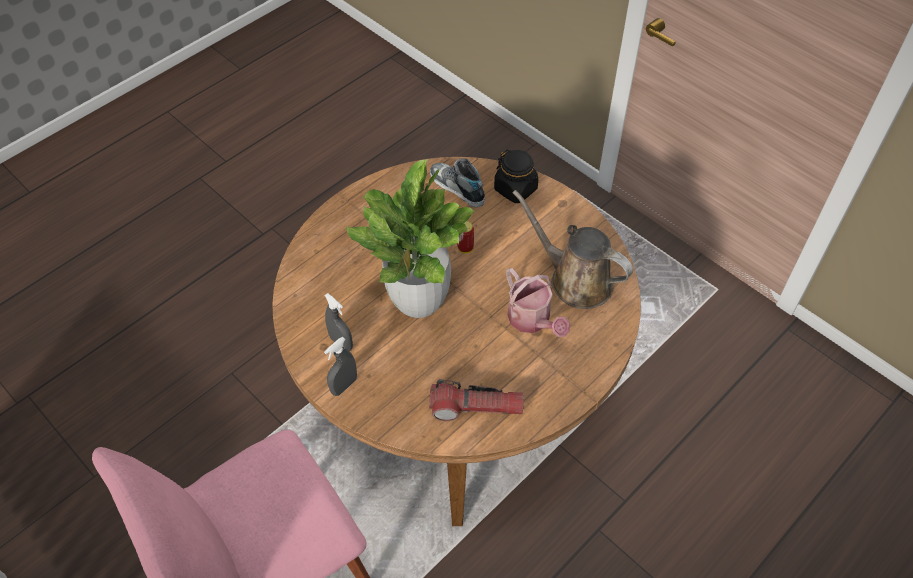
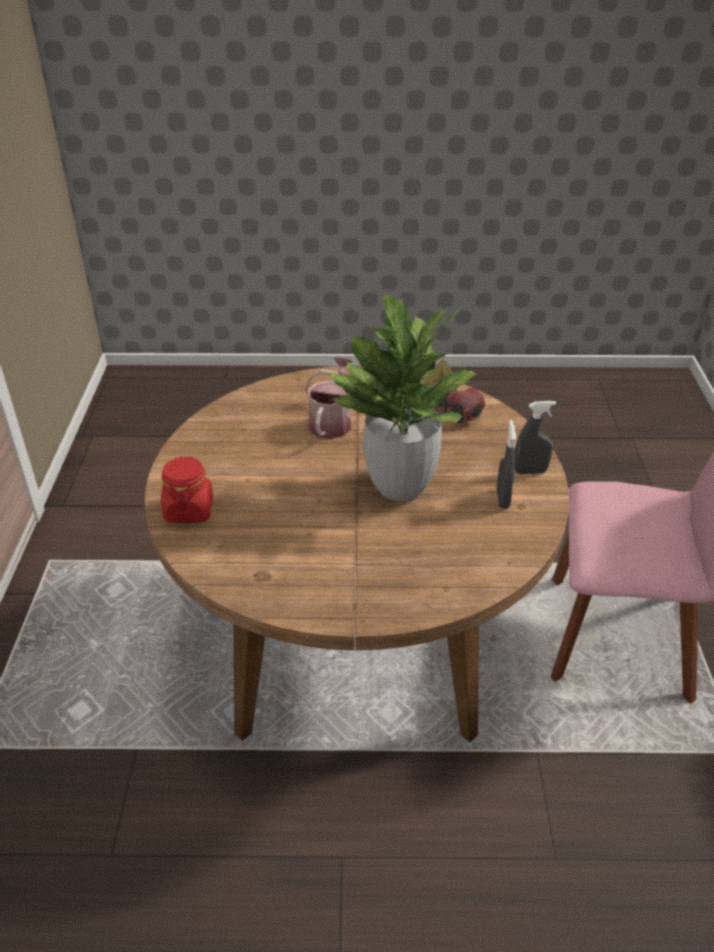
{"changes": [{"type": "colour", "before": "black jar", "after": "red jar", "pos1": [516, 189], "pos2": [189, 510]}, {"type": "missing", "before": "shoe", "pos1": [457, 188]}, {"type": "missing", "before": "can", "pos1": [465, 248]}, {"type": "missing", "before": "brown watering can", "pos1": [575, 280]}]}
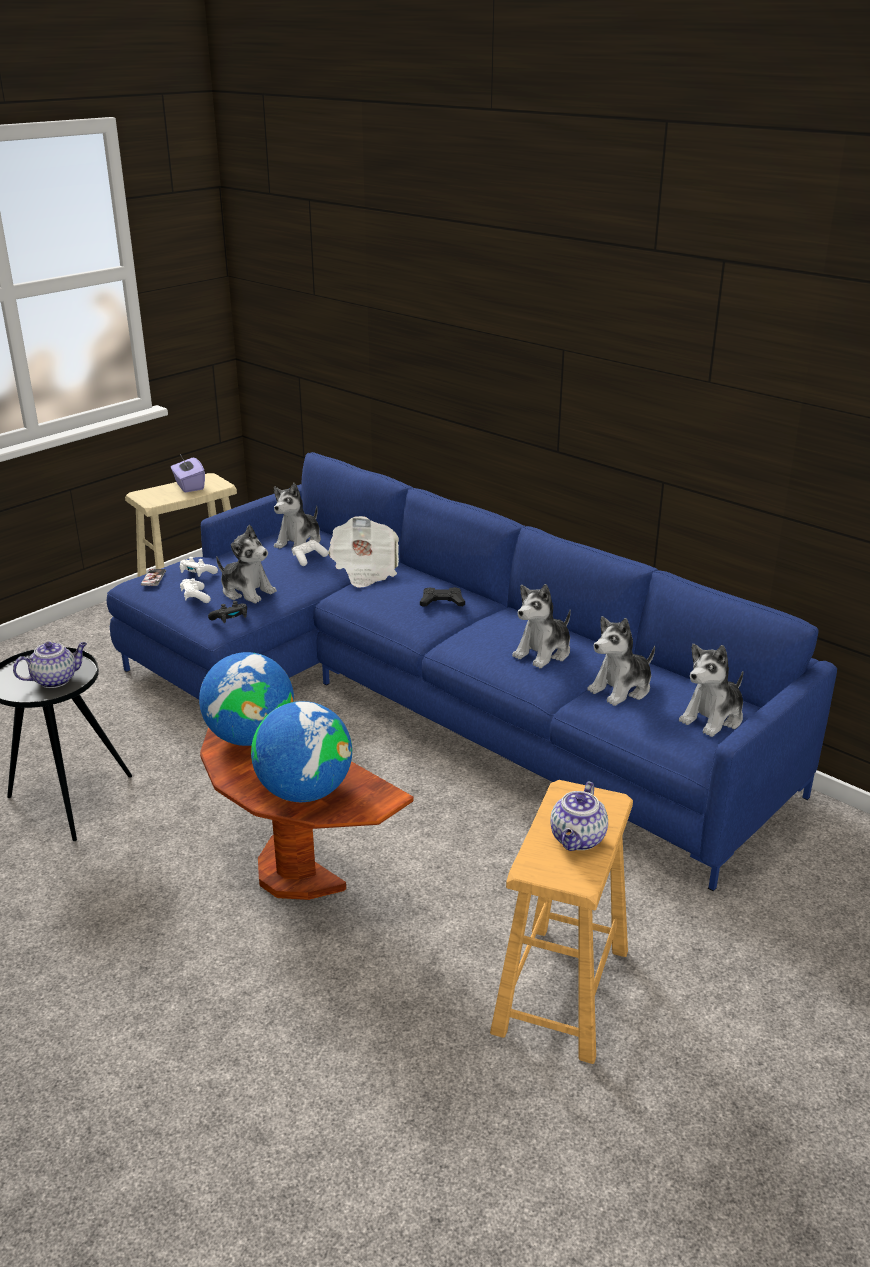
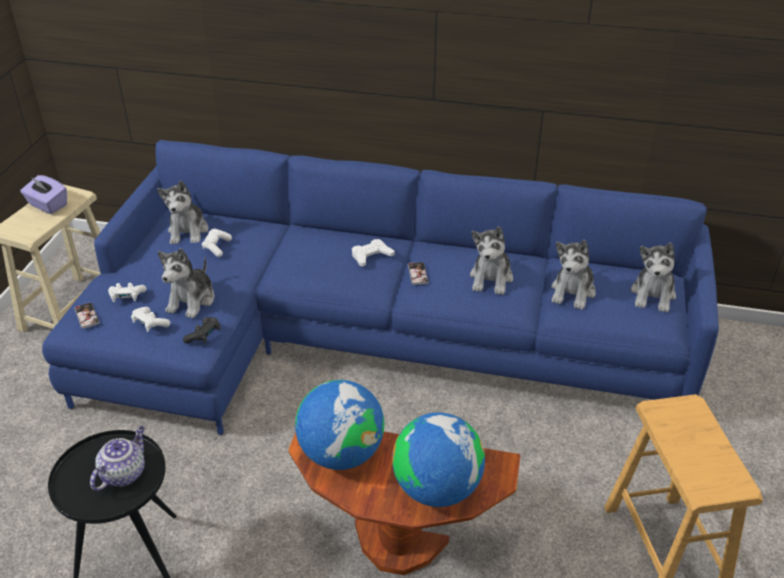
{"changes": [{"type": "spun", "before": "plush toy", "pos1": [247, 591], "pos2": [192, 300], "turn": 105}, {"type": "colour", "before": "black game controller", "after": "white game controller", "pos1": [442, 602], "pos2": [371, 256]}, {"type": "appeared", "after": "phone", "pos2": [417, 274]}, {"type": "missing", "before": "newspaper", "pos1": [365, 570]}, {"type": "missing", "before": "teapot", "pos1": [578, 839]}]}
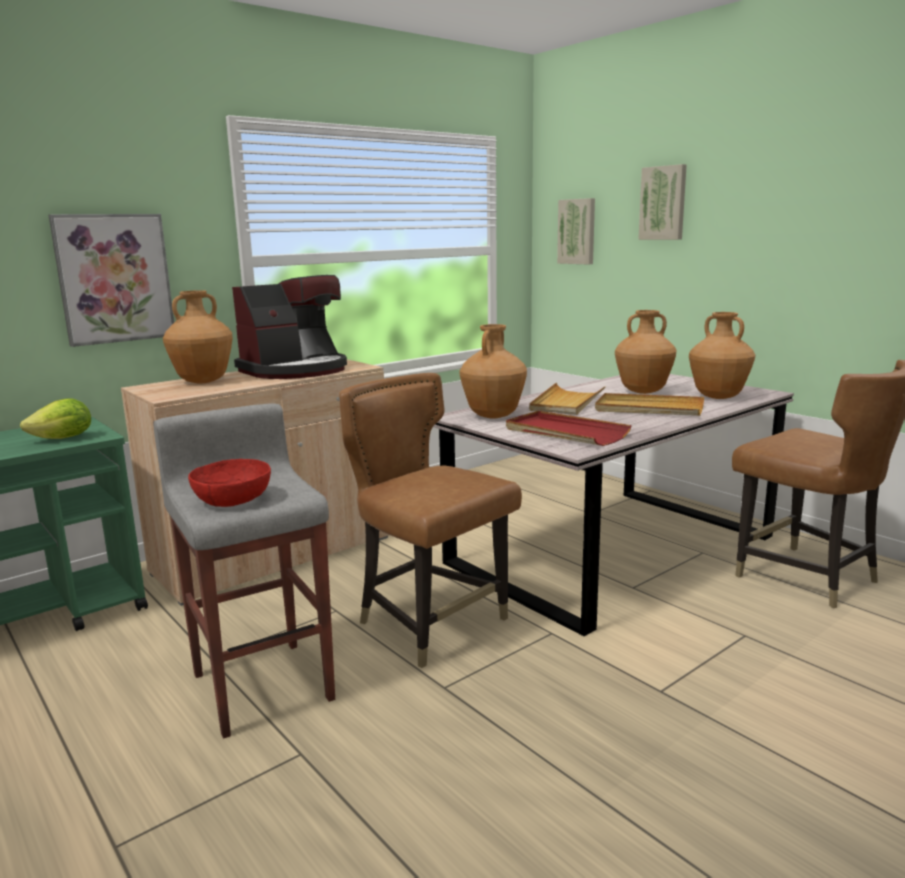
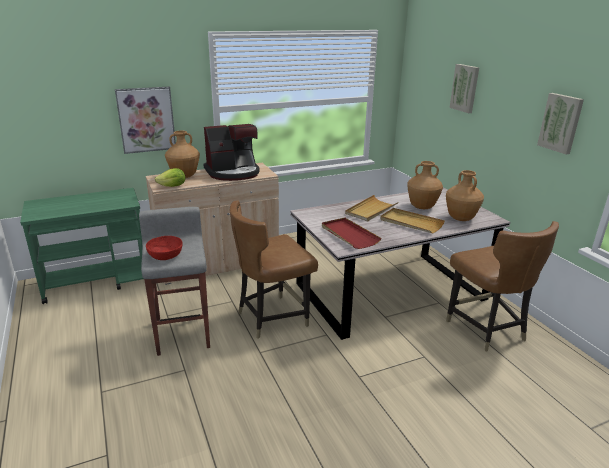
{"changes": [{"type": "relocated", "before": "lettuce", "pos1": [64, 438], "pos2": [173, 186]}, {"type": "spun", "before": "brown chair", "pos1": [431, 624], "pos2": [272, 317], "turn": -90}, {"type": "relocated", "before": "picture", "pos1": [577, 231], "pos2": [561, 123]}, {"type": "missing", "before": "brown vase", "pos1": [493, 416]}]}
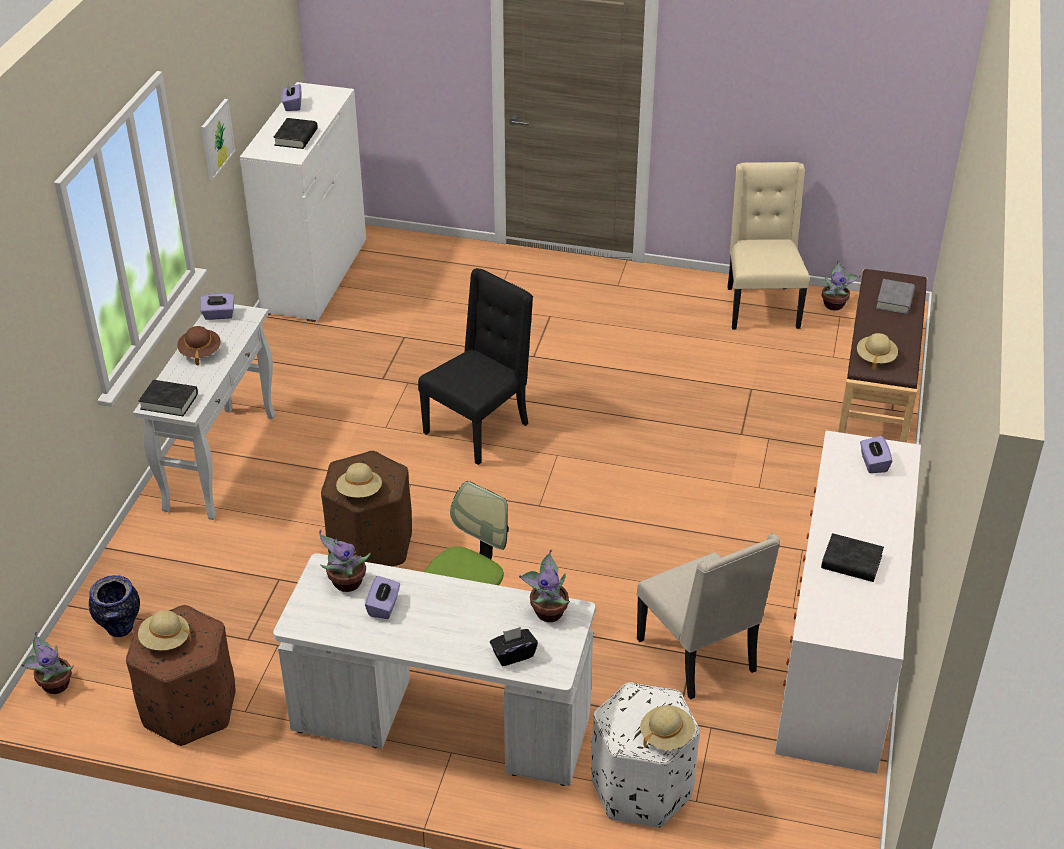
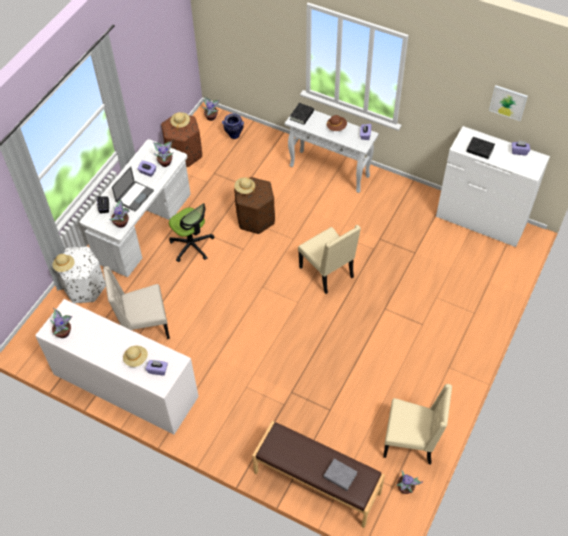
{"changes": [{"type": "appeared", "after": "potted plant", "pos2": [64, 332]}, {"type": "appeared", "after": "laptop", "pos2": [134, 196]}, {"type": "relocated", "before": "beige hat", "pos1": [875, 358], "pos2": [136, 359]}, {"type": "colour", "before": "black chair", "after": "beige chair", "pos1": [479, 428], "pos2": [328, 272]}, {"type": "relocated", "before": "picture", "pos1": [217, 138], "pos2": [508, 102]}, {"type": "missing", "before": "black book", "pos1": [851, 562]}]}
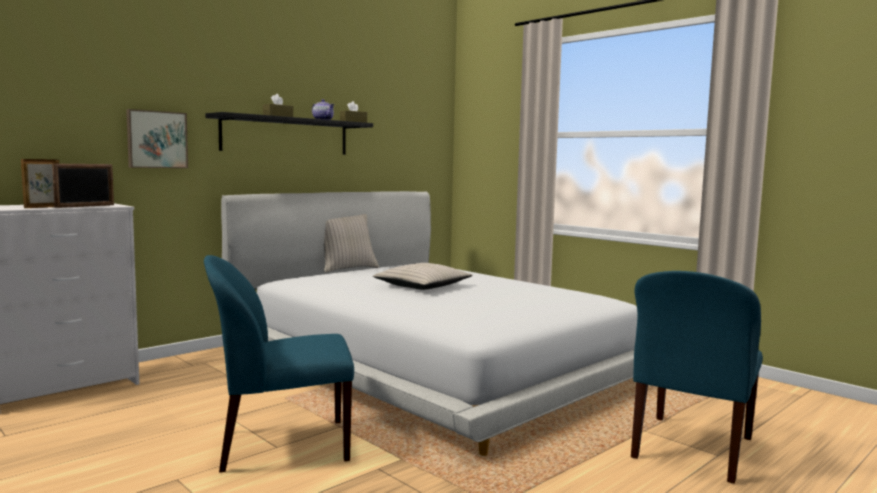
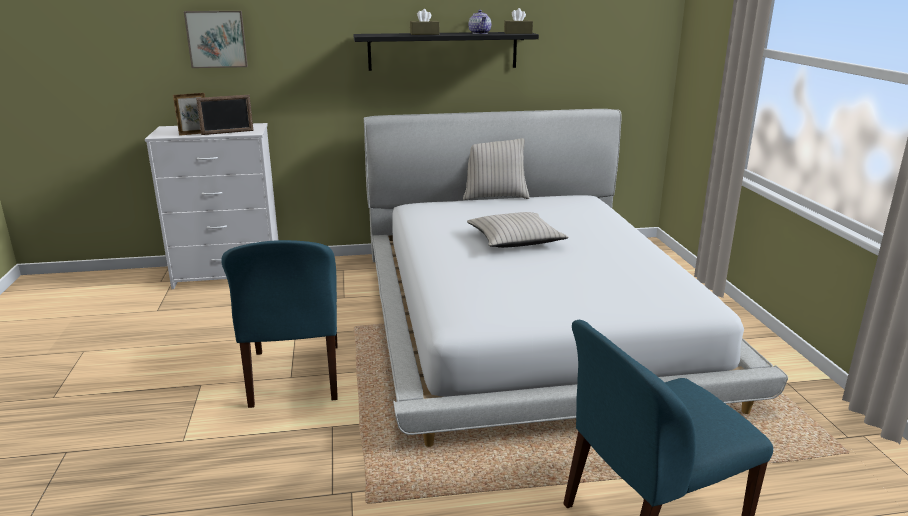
{"changes": [{"type": "relocated", "before": "picture", "pos1": [156, 139], "pos2": [217, 39]}, {"type": "spun", "before": "blue chair", "pos1": [281, 446], "pos2": [295, 377], "turn": -120}]}
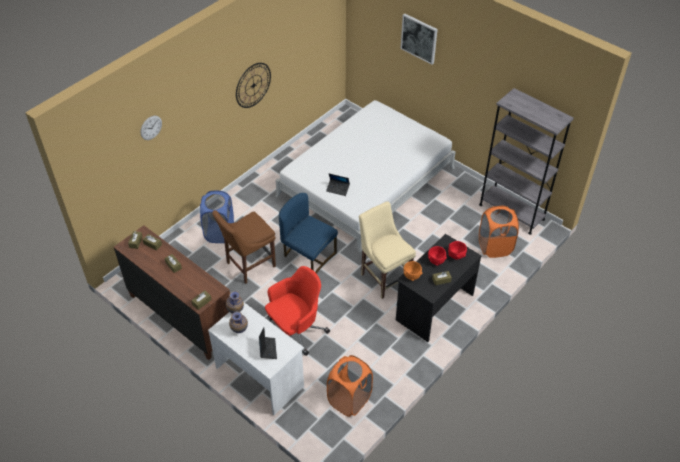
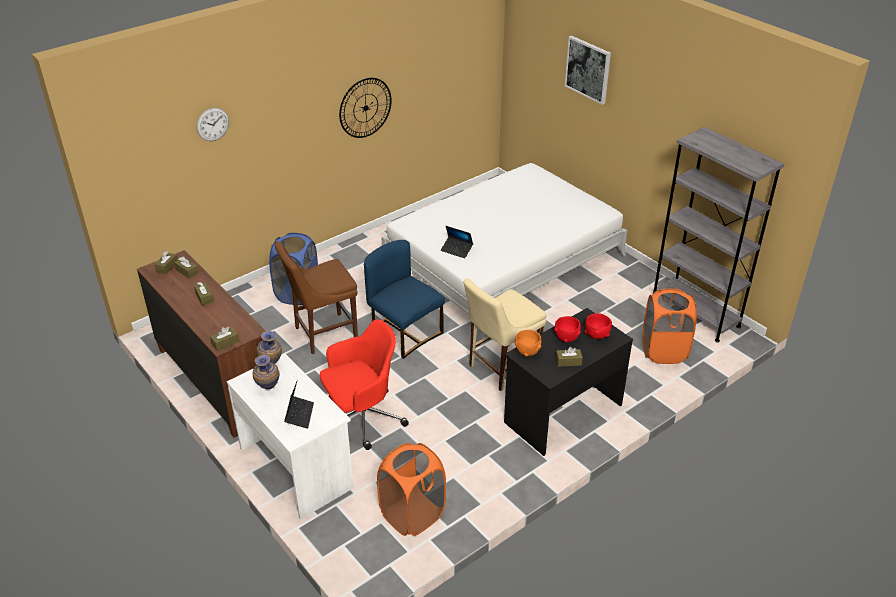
{"changes": [{"type": "spun", "before": "beige chair", "pos1": [384, 277], "pos2": [500, 368], "turn": -105}]}
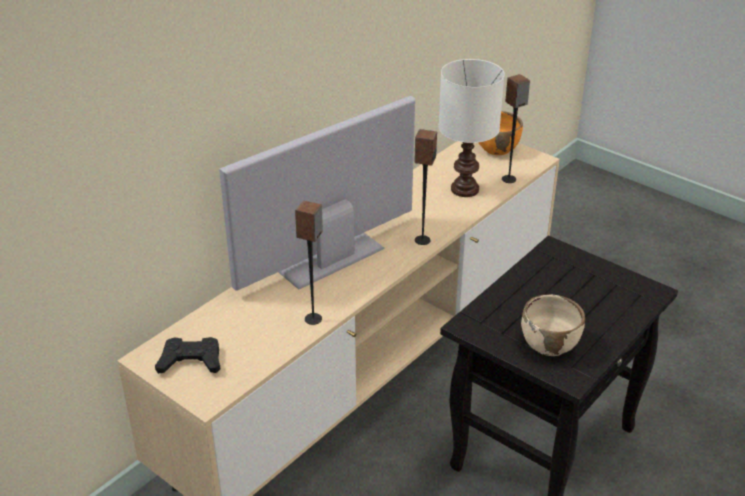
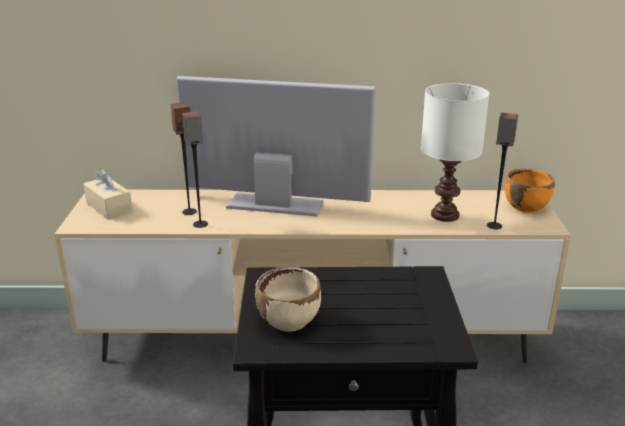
{"changes": [{"type": "exchanged", "before": "black game controller", "after": "beige tissue box", "pos1": [191, 361], "pos2": [109, 207]}, {"type": "relocated", "before": "speaker", "pos1": [422, 240], "pos2": [189, 211]}]}
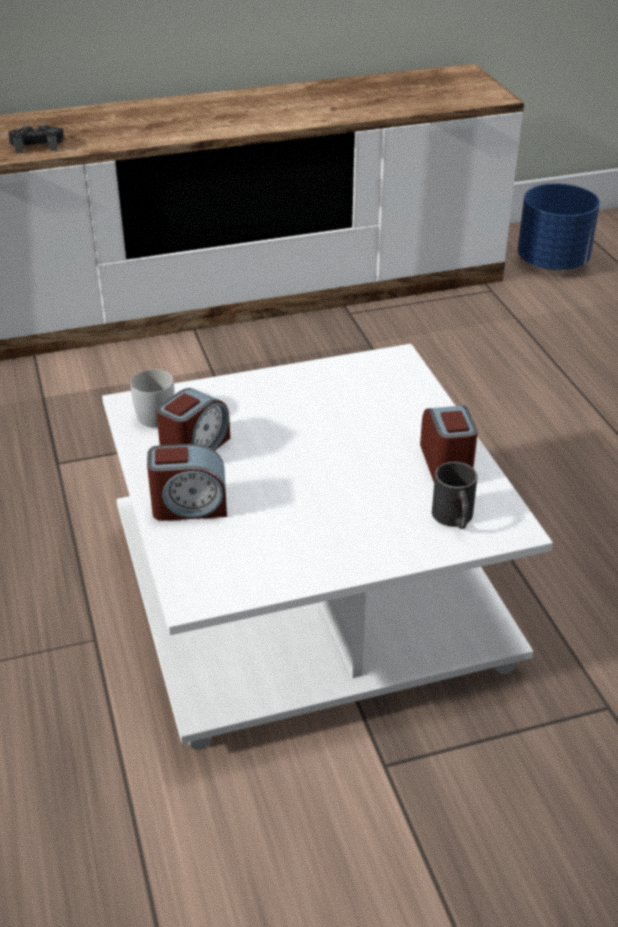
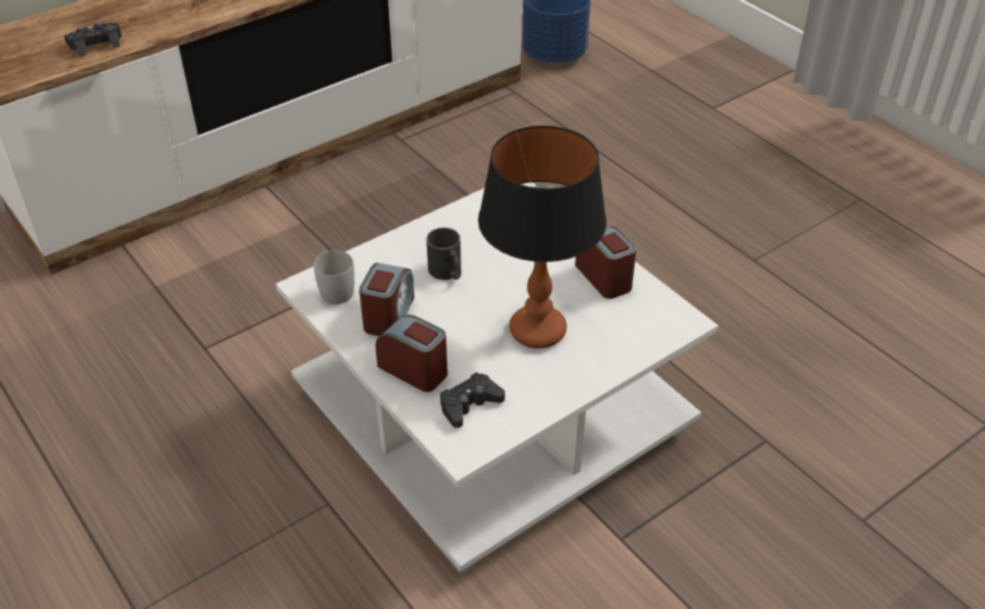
{"changes": [{"type": "spun", "before": "alarm clock", "pos1": [189, 506], "pos2": [414, 369], "turn": -120}, {"type": "relocated", "before": "black mug", "pos1": [454, 519], "pos2": [448, 273]}, {"type": "appeared", "after": "black game controller", "pos2": [469, 405]}, {"type": "appeared", "after": "table lamp", "pos2": [537, 331]}]}
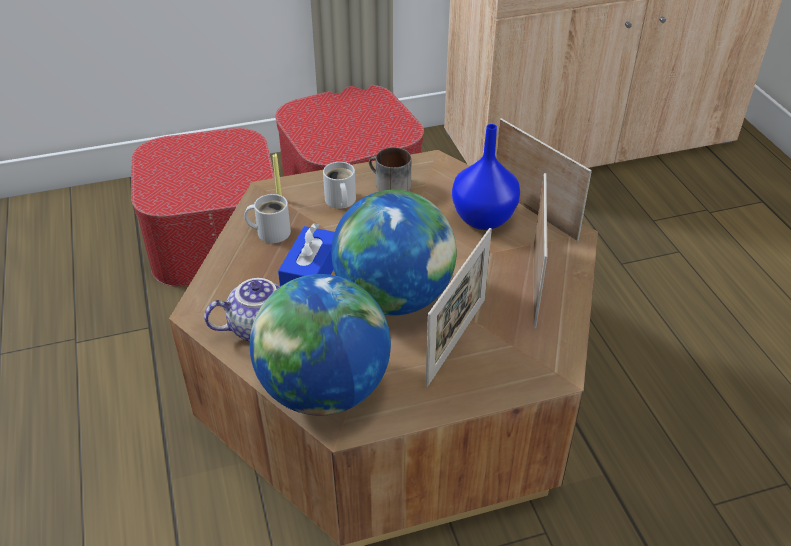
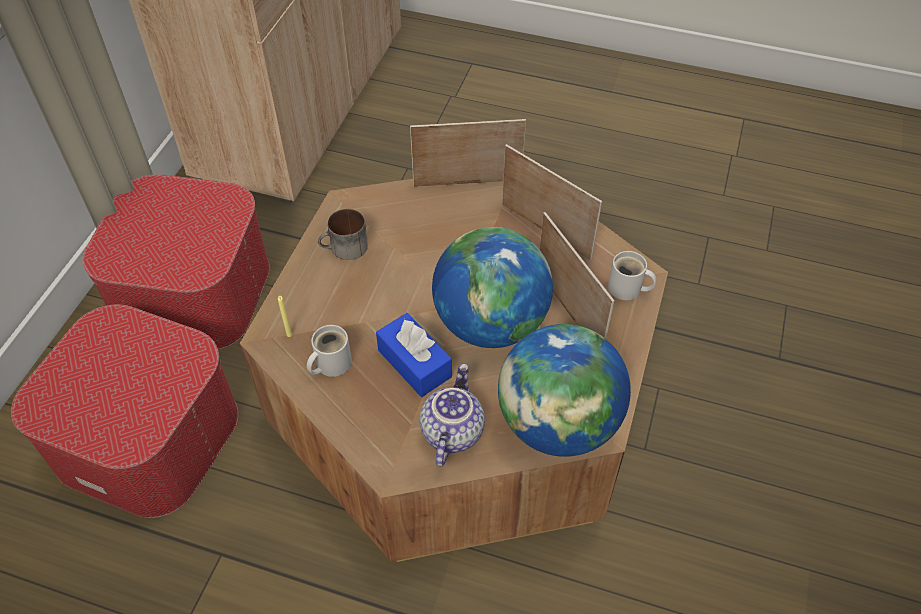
{"changes": [{"type": "relocated", "before": "white mug", "pos1": [339, 201], "pos2": [627, 289]}, {"type": "missing", "before": "blue vase", "pos1": [482, 218]}]}
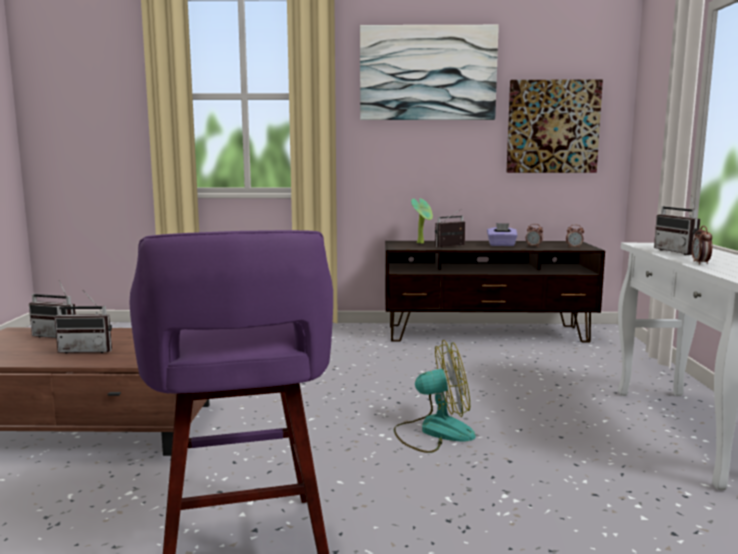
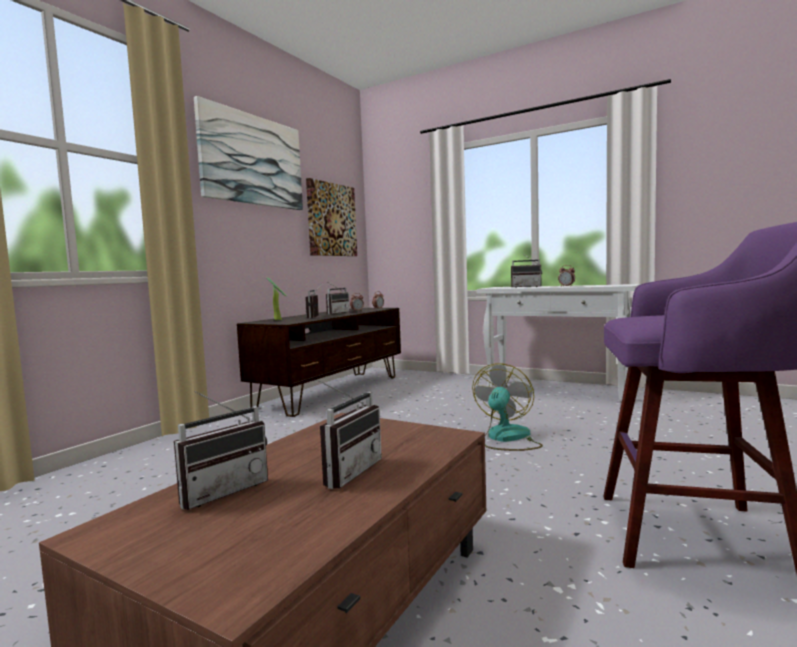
{"changes": [{"type": "exchanged", "before": "purple tissue box", "after": "radio", "pos1": [501, 245], "pos2": [336, 313]}]}
